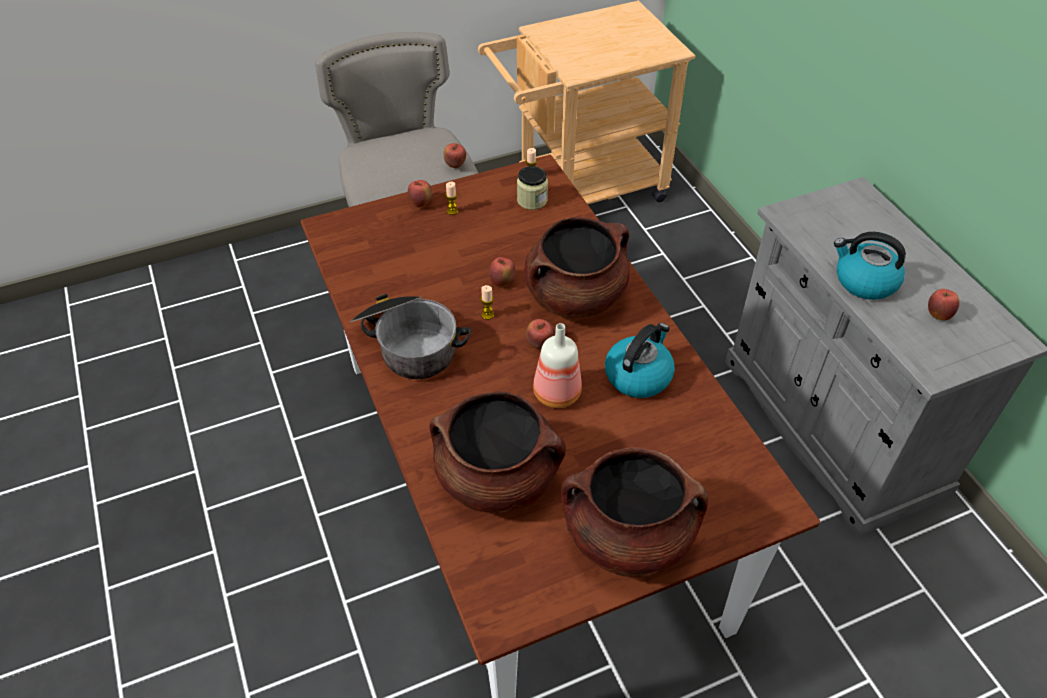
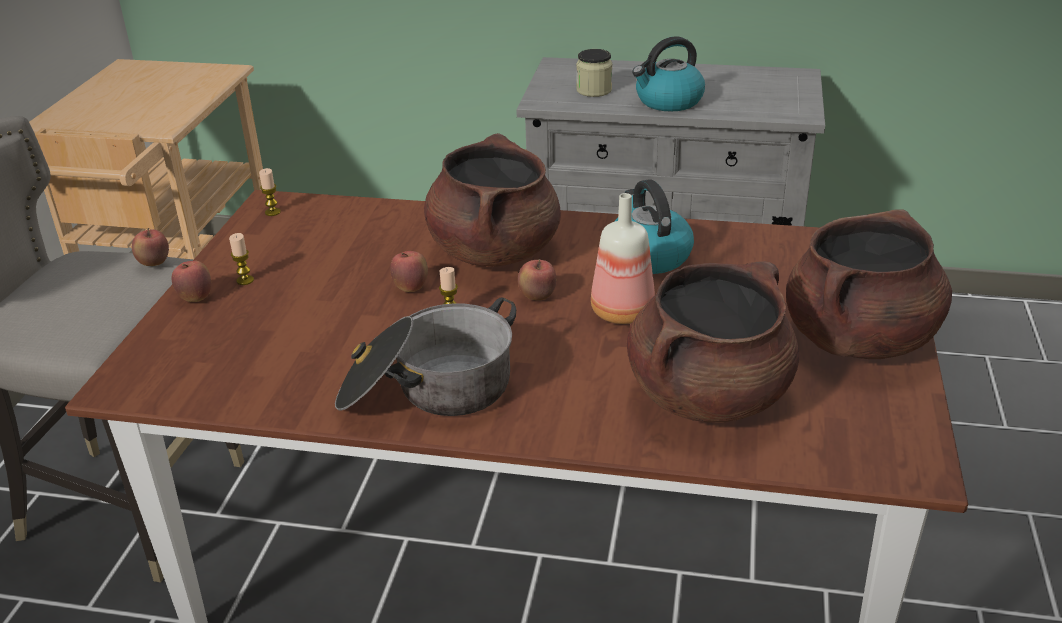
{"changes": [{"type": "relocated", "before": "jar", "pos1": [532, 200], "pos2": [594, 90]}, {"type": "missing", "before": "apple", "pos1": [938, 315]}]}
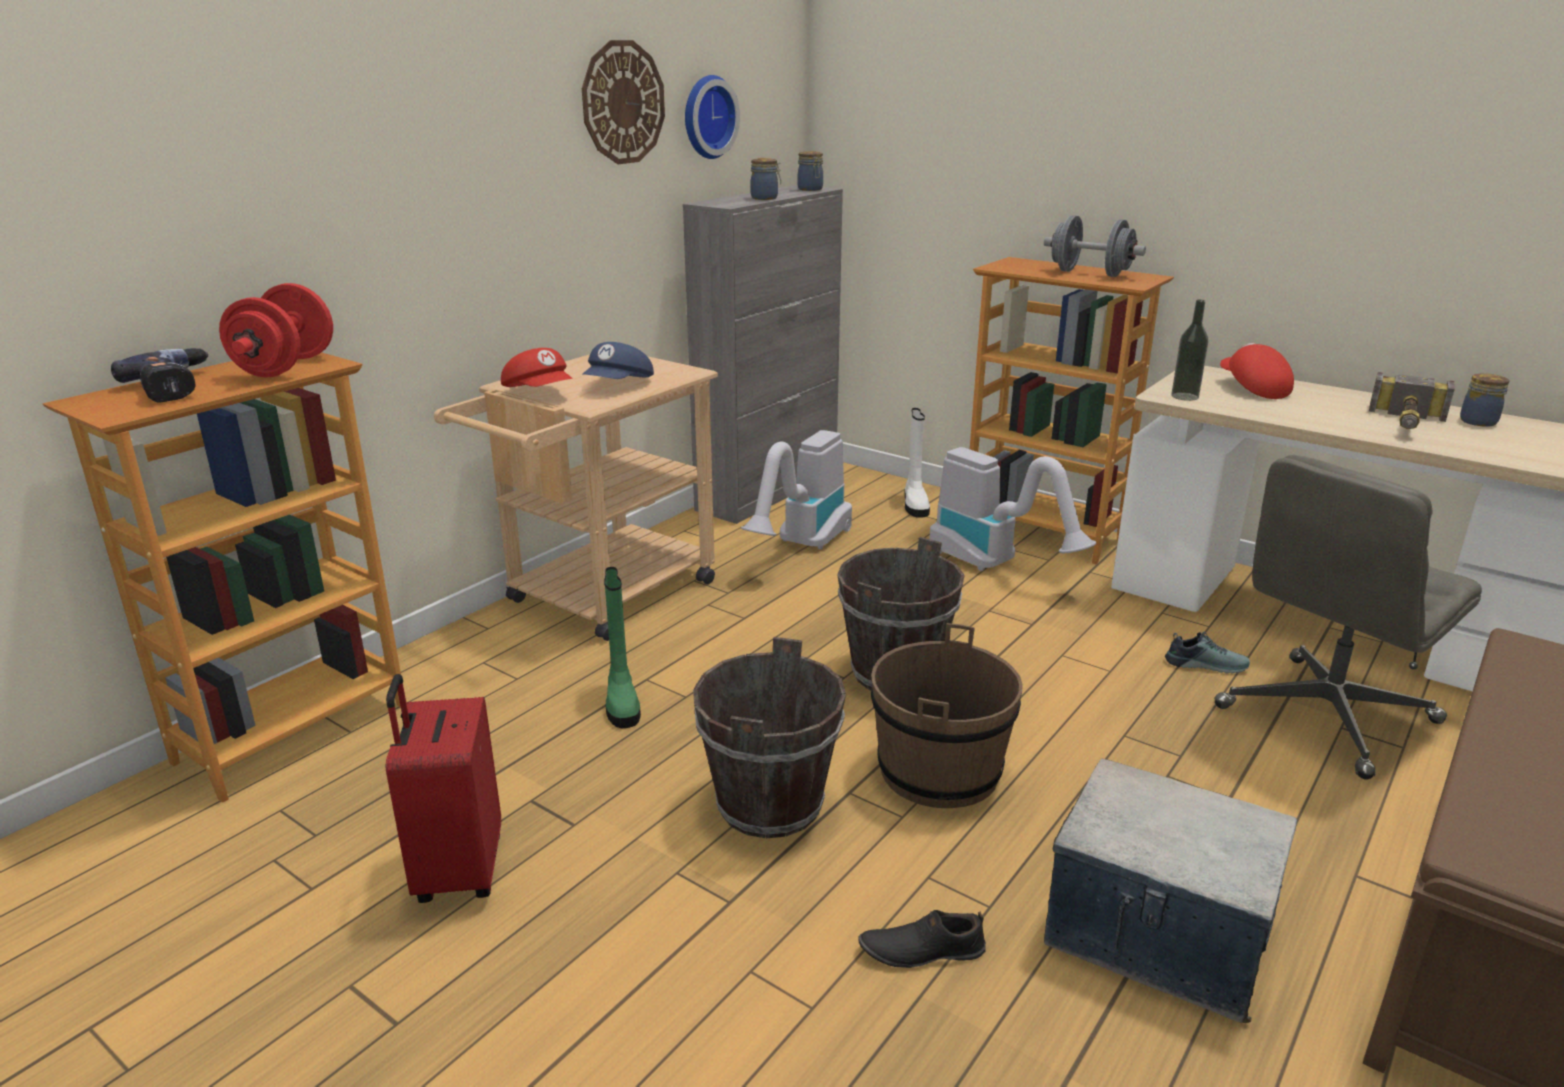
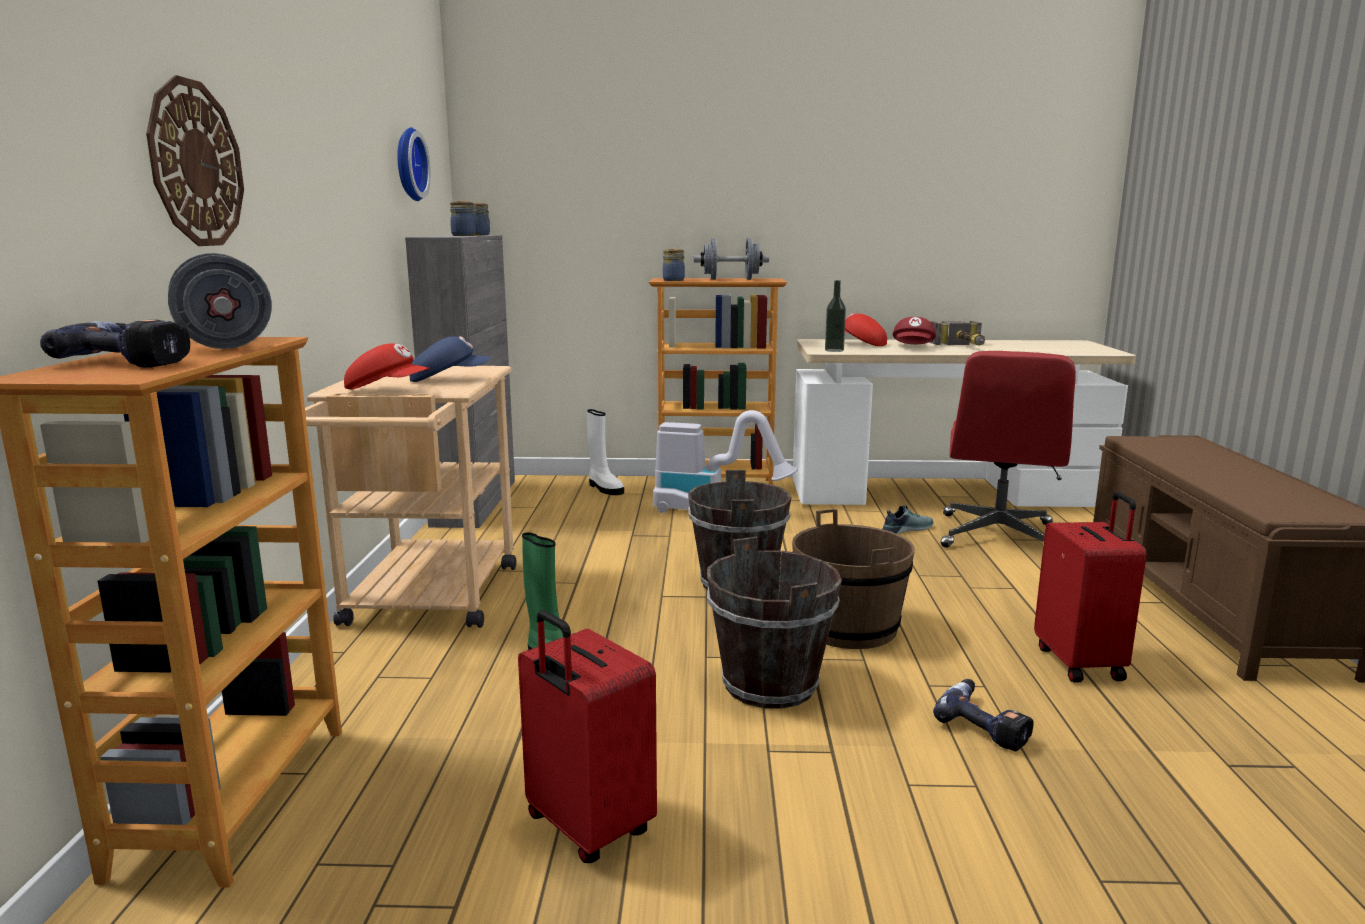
{"changes": [{"type": "relocated", "before": "wall clock", "pos1": [623, 102], "pos2": [196, 164]}, {"type": "colour", "before": "red dumbbell", "after": "grey dumbbell", "pos1": [285, 367], "pos2": [225, 343]}, {"type": "spun", "before": "blue cap", "pos1": [619, 385], "pos2": [449, 379], "turn": -90}, {"type": "relocated", "before": "jar", "pos1": [1476, 421], "pos2": [672, 280]}, {"type": "appeared", "after": "red cap", "pos2": [914, 347]}, {"type": "exchanged", "before": "black shoe", "after": "power drill", "pos1": [921, 950], "pos2": [985, 724]}, {"type": "colour", "before": "grey office chair", "after": "red office chair", "pos1": [1326, 716], "pos2": [998, 536]}, {"type": "exchanged", "before": "storage box", "after": "red suitcase", "pos1": [1157, 933], "pos2": [1081, 663]}, {"type": "missing", "before": "vacuum cleaner", "pos1": [802, 546]}]}
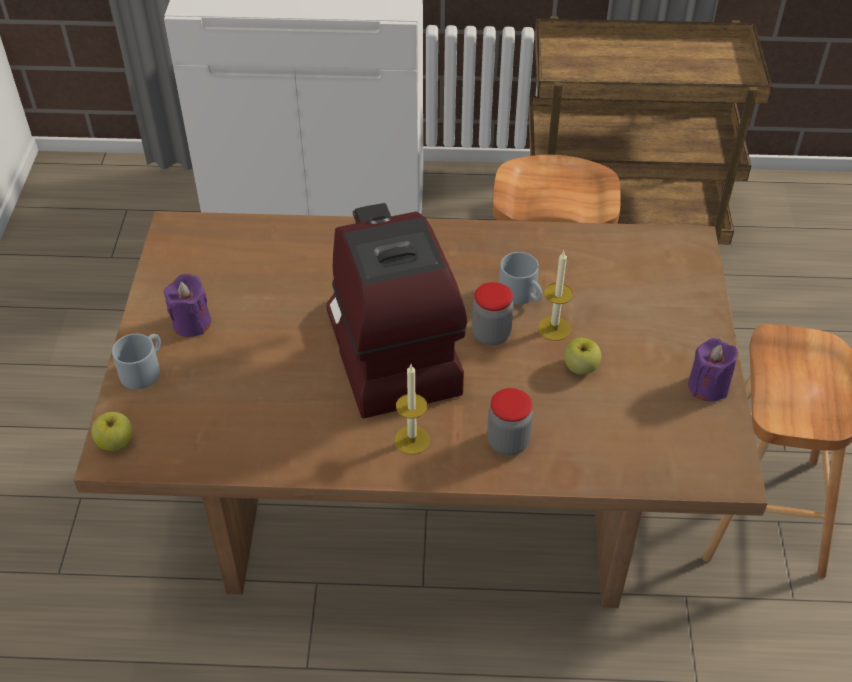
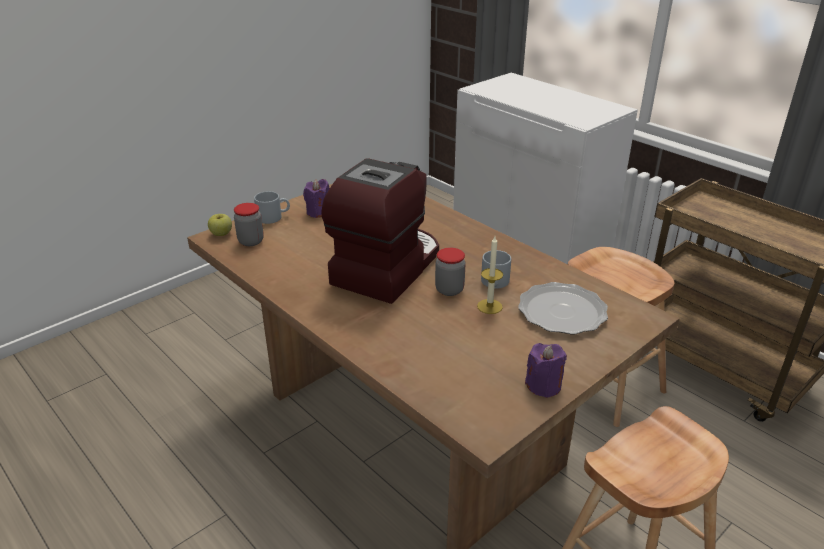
{"changes": [{"type": "relocated", "before": "jar", "pos1": [508, 442], "pos2": [251, 241]}, {"type": "appeared", "after": "plate", "pos2": [561, 312]}, {"type": "missing", "before": "candle", "pos1": [412, 440]}, {"type": "missing", "before": "apple", "pos1": [580, 367]}]}
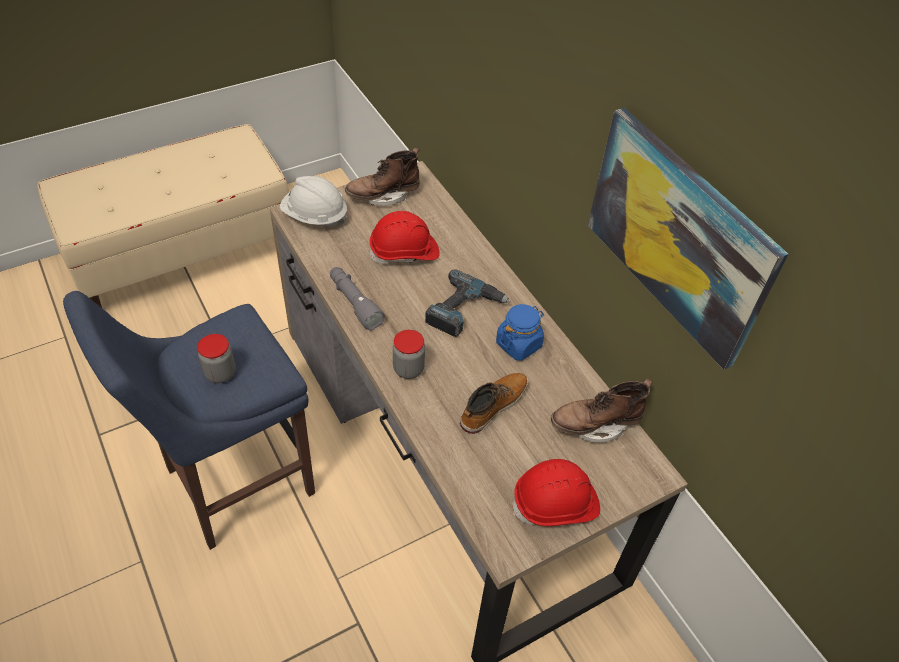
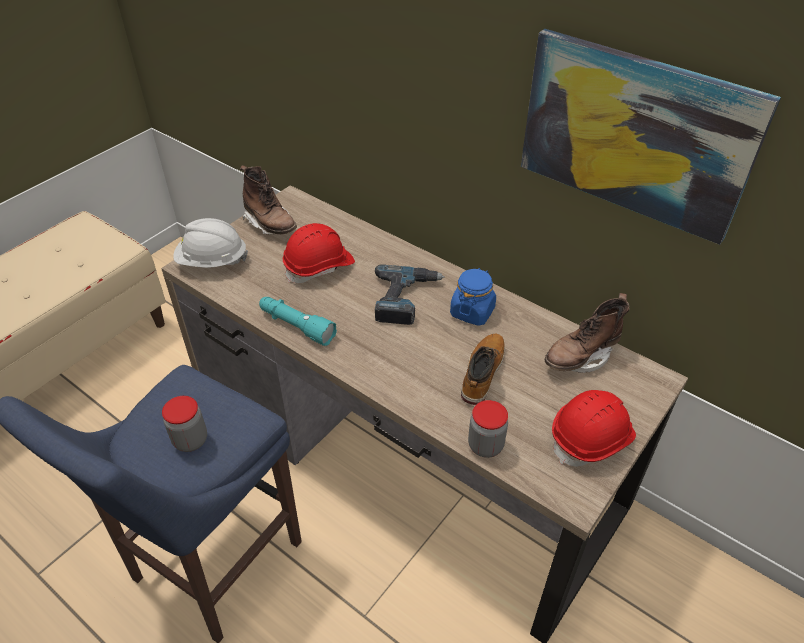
{"changes": [{"type": "spun", "before": "brown boot", "pos1": [383, 196], "pos2": [270, 224], "turn": -90}, {"type": "colour", "before": "grey flashlight", "after": "turquoise flashlight", "pos1": [354, 303], "pos2": [296, 326]}, {"type": "relocated", "before": "jar", "pos1": [408, 369], "pos2": [485, 445]}]}
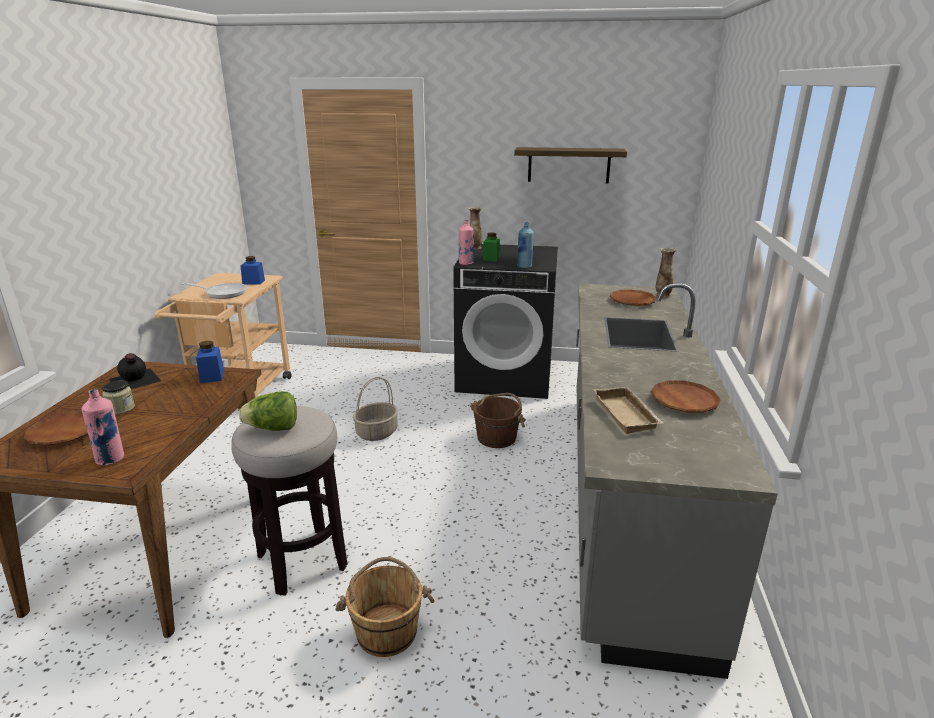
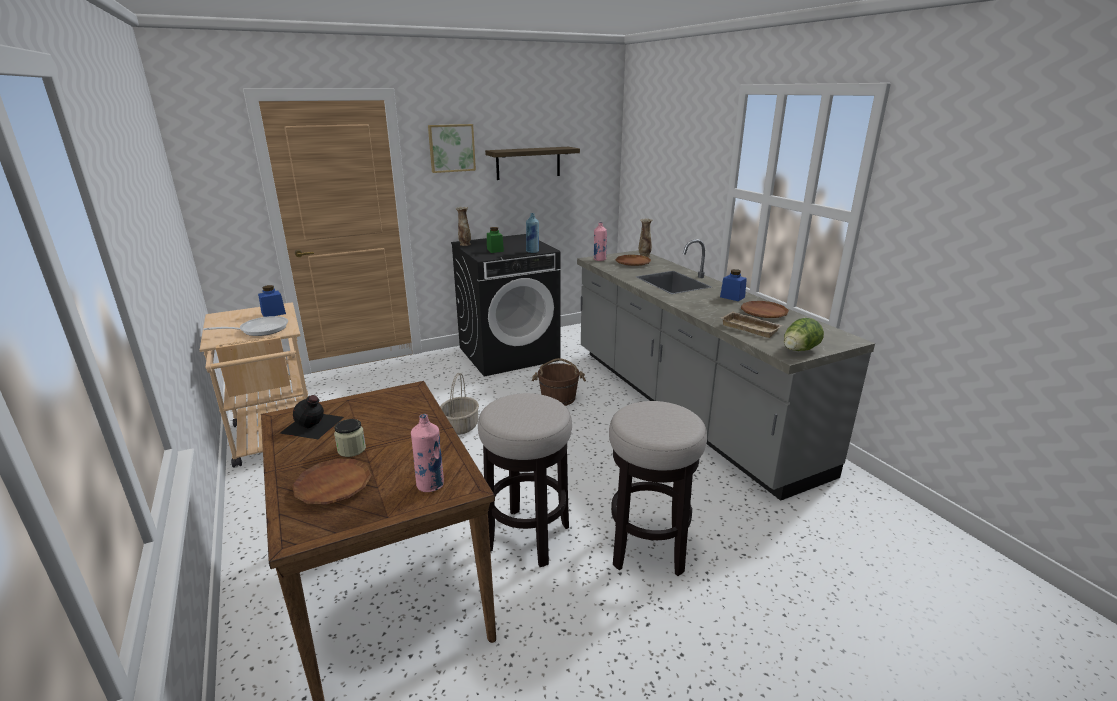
{"changes": [{"type": "appeared", "after": "picture", "pos2": [451, 148]}, {"type": "relocated", "before": "pink bottle", "pos1": [466, 263], "pos2": [599, 259]}, {"type": "exchanged", "before": "brown bucket", "after": "stool", "pos1": [387, 631], "pos2": [648, 548]}, {"type": "relocated", "before": "blue jar", "pos1": [212, 376], "pos2": [732, 297]}, {"type": "relocated", "before": "lettuce", "pos1": [273, 428], "pos2": [799, 350]}]}
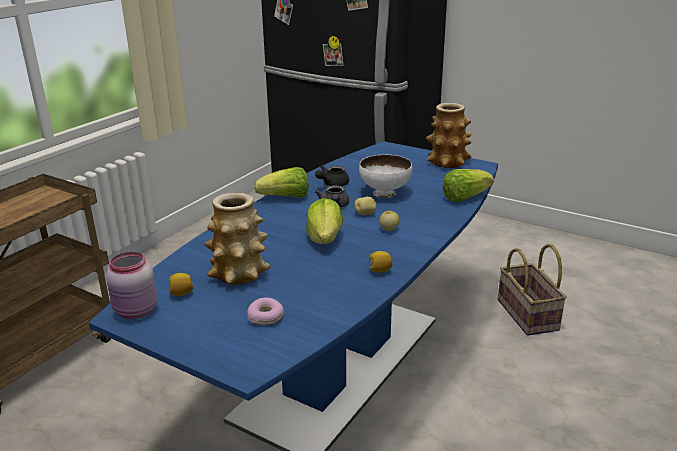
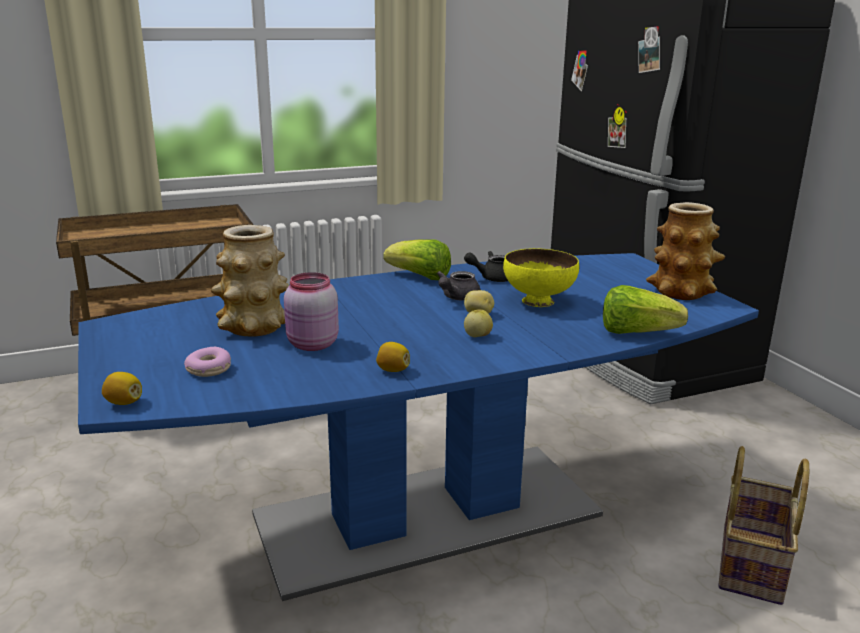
{"changes": [{"type": "relocated", "before": "lemon", "pos1": [181, 293], "pos2": [124, 403]}, {"type": "relocated", "before": "pink jar", "pos1": [136, 312], "pos2": [312, 345]}, {"type": "colour", "before": "white bowl", "after": "yellow bowl", "pos1": [385, 193], "pos2": [538, 302]}, {"type": "missing", "before": "lettuce", "pos1": [325, 239]}]}
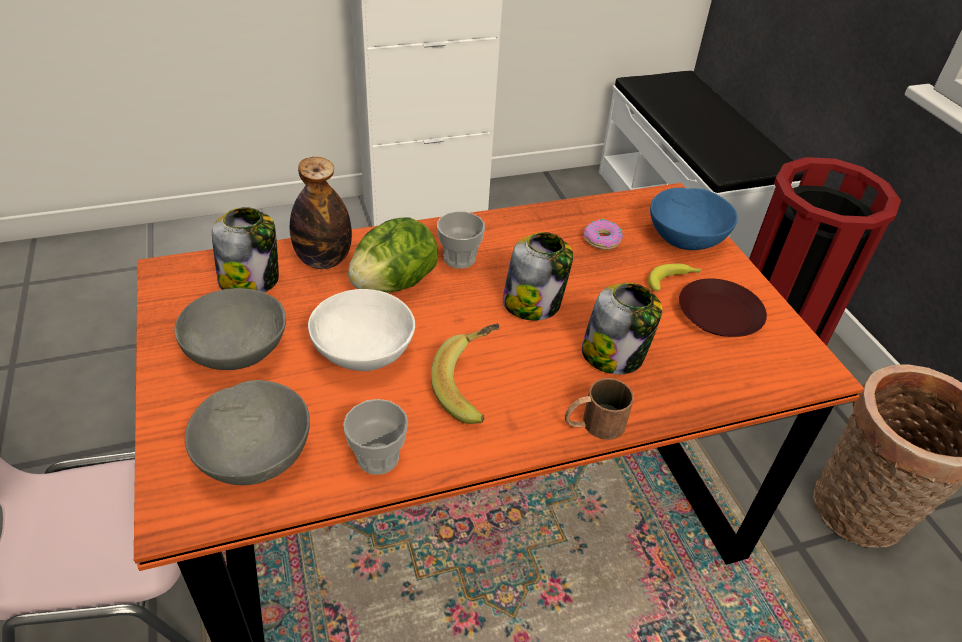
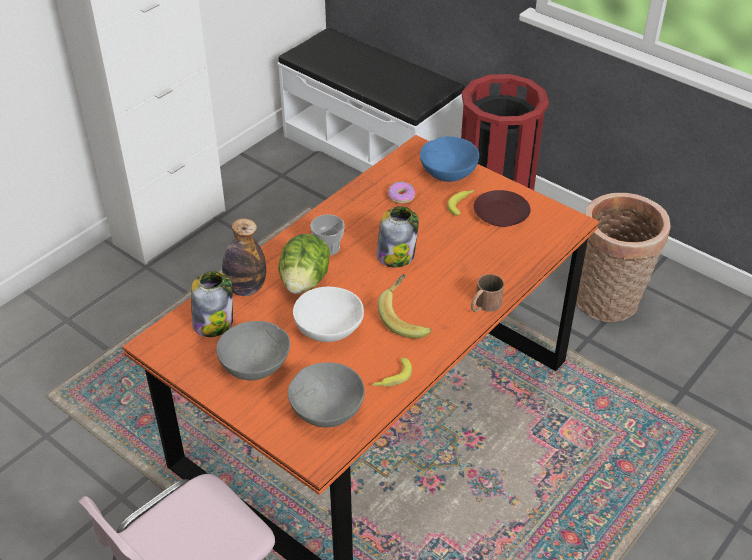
{"changes": [{"type": "exchanged", "before": "cup", "after": "banana", "pos1": [378, 457], "pos2": [392, 378]}, {"type": "missing", "before": "jar", "pos1": [614, 355]}]}
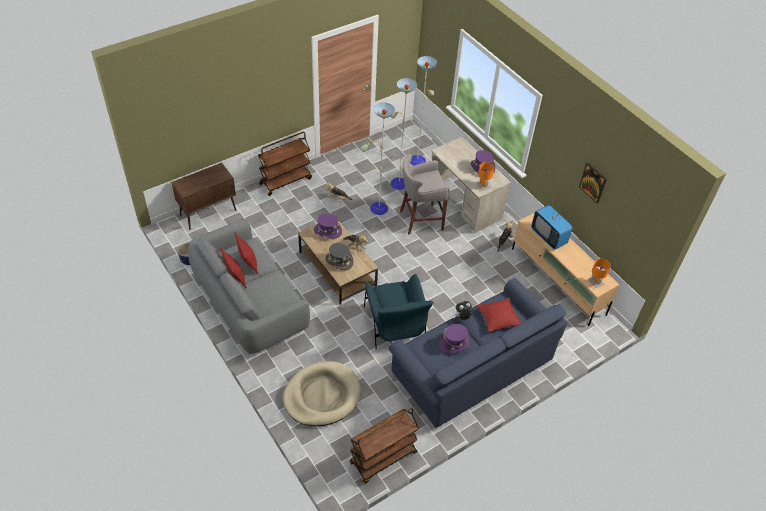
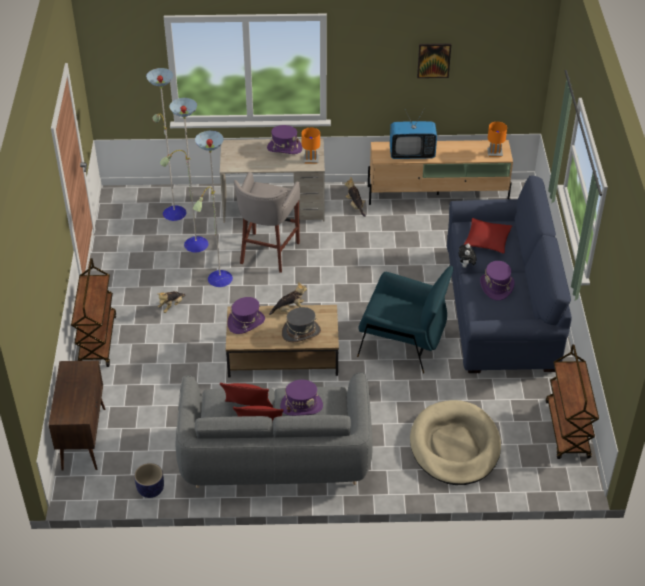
{"changes": [{"type": "appeared", "after": "purple hat", "pos2": [301, 406]}]}
